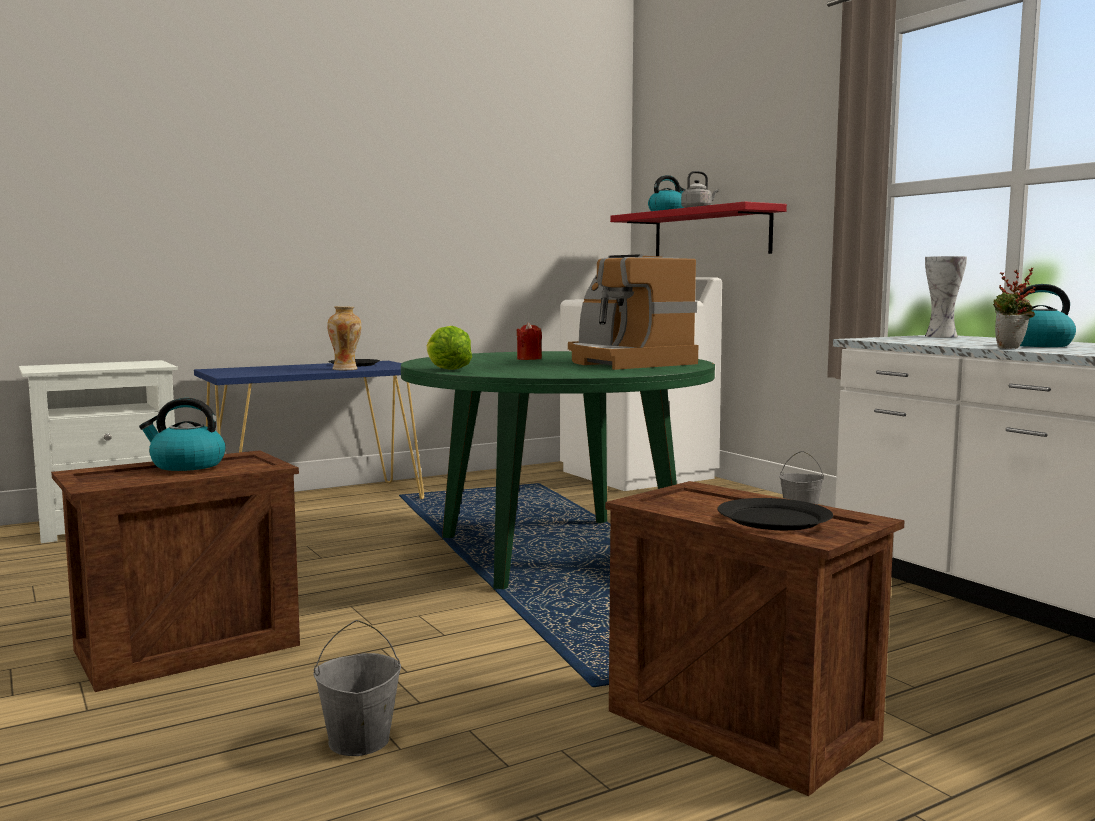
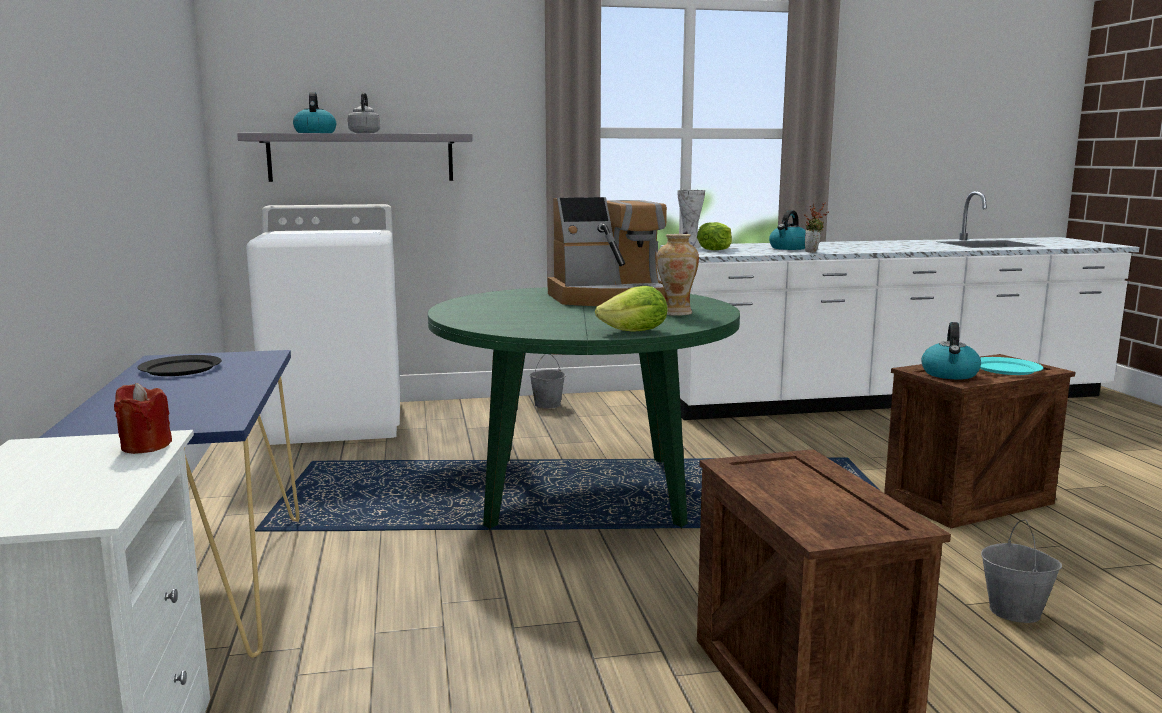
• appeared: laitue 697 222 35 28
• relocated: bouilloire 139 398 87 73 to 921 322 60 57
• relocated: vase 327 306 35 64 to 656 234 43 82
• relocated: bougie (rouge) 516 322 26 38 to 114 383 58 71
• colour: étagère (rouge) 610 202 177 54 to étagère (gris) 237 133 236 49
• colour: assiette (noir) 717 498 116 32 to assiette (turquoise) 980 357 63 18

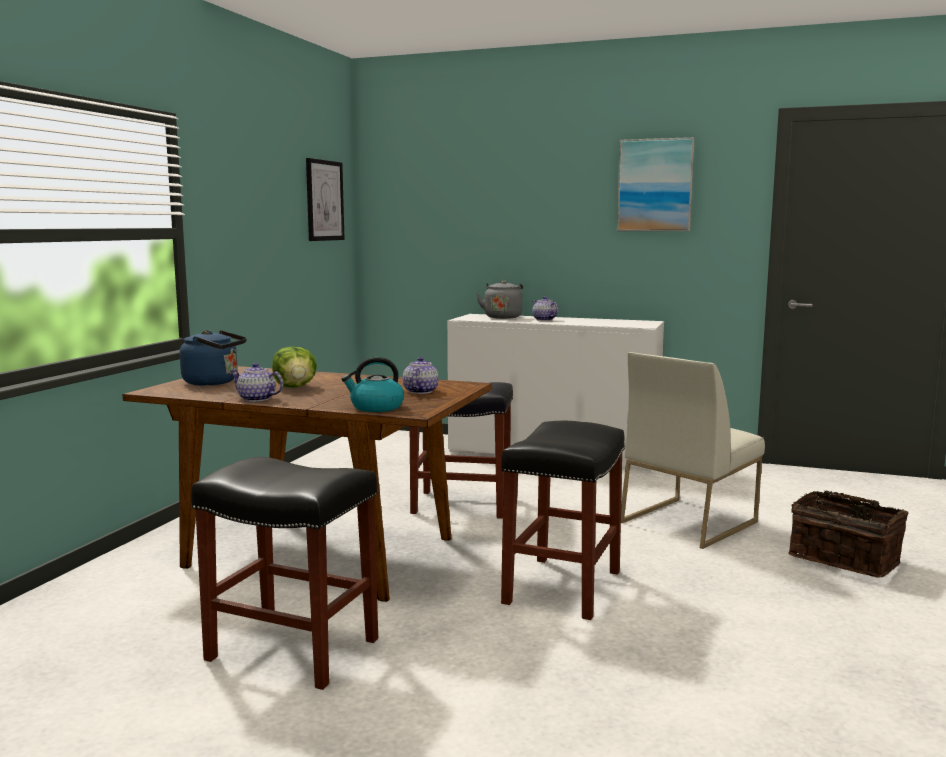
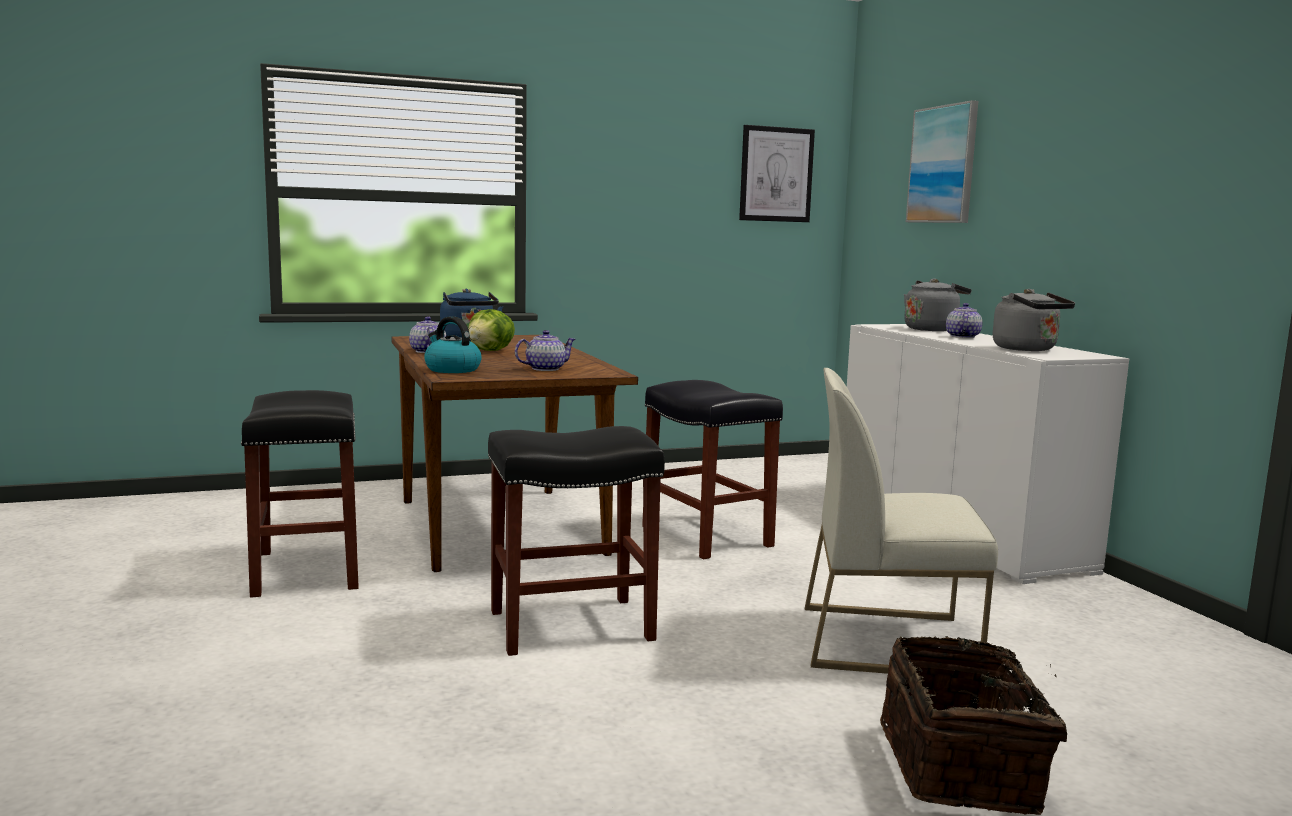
• appeared: bouilloire (gris) 993 289 82 62
• relocated: tableau 617 137 78 94 to 906 100 72 123

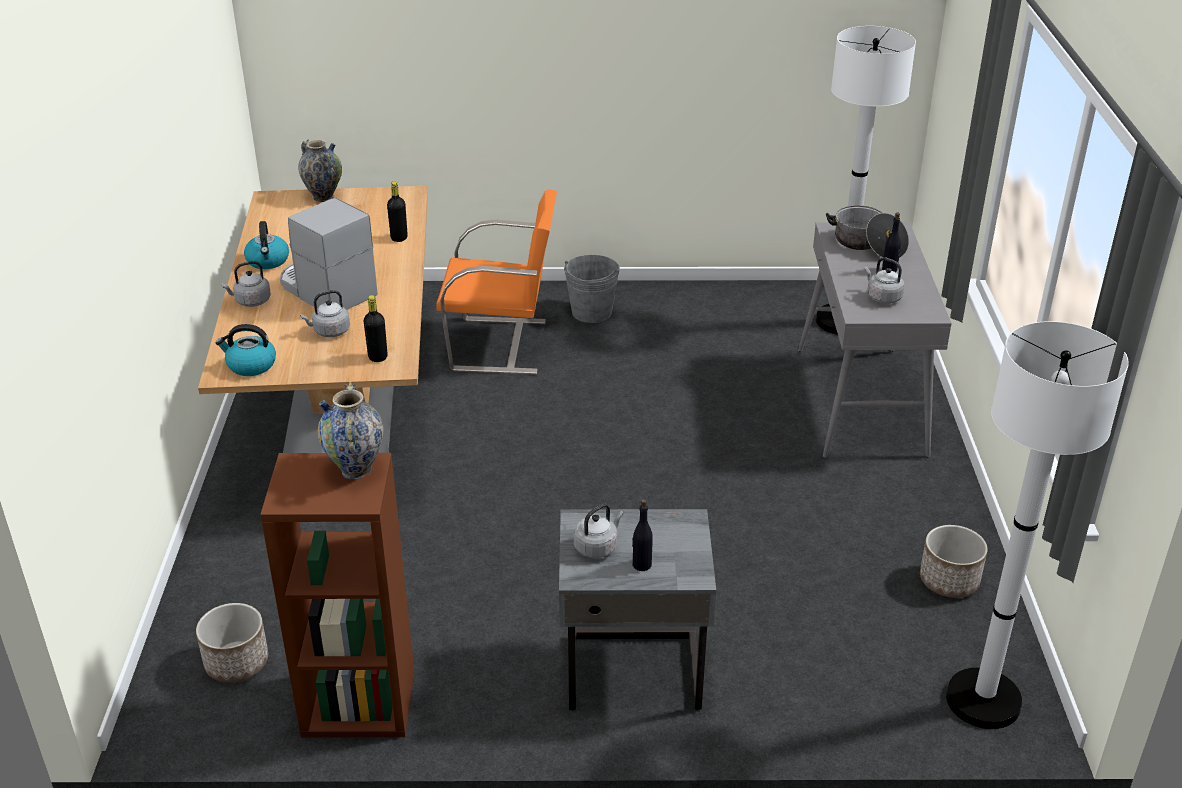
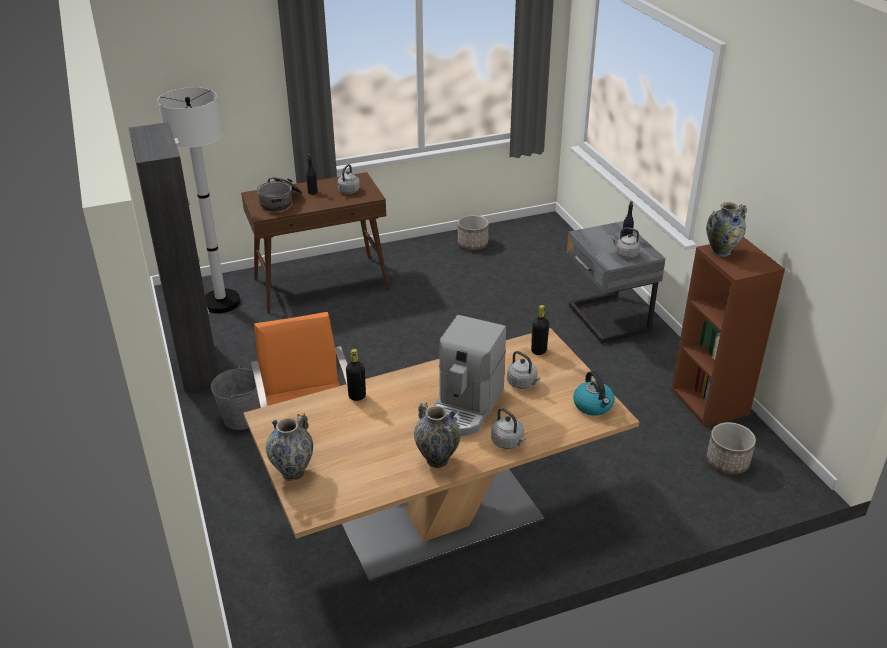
• missing: lampadaire (blanc) 946 321 183 408
• appeared: meuble de rangement (noir) 129 122 90 270
• exchanged: bouilloire 244 221 45 48 to vase 414 403 47 65
• colour: table console (gris) 798 222 154 236 to table console (marron) 241 172 148 142

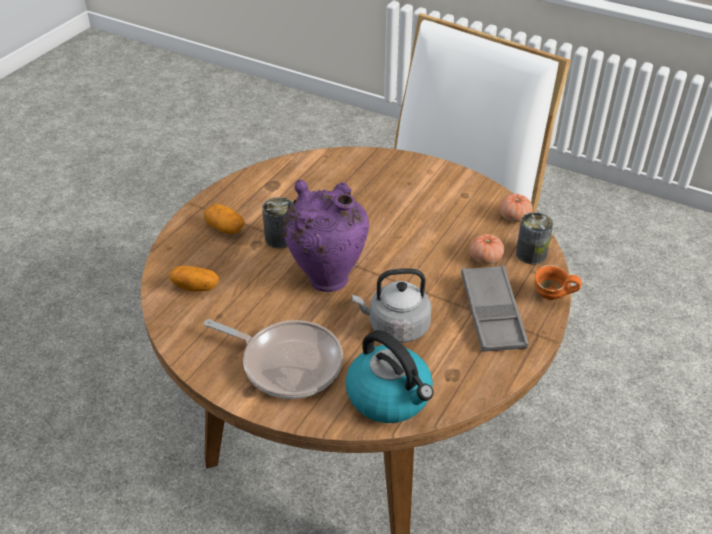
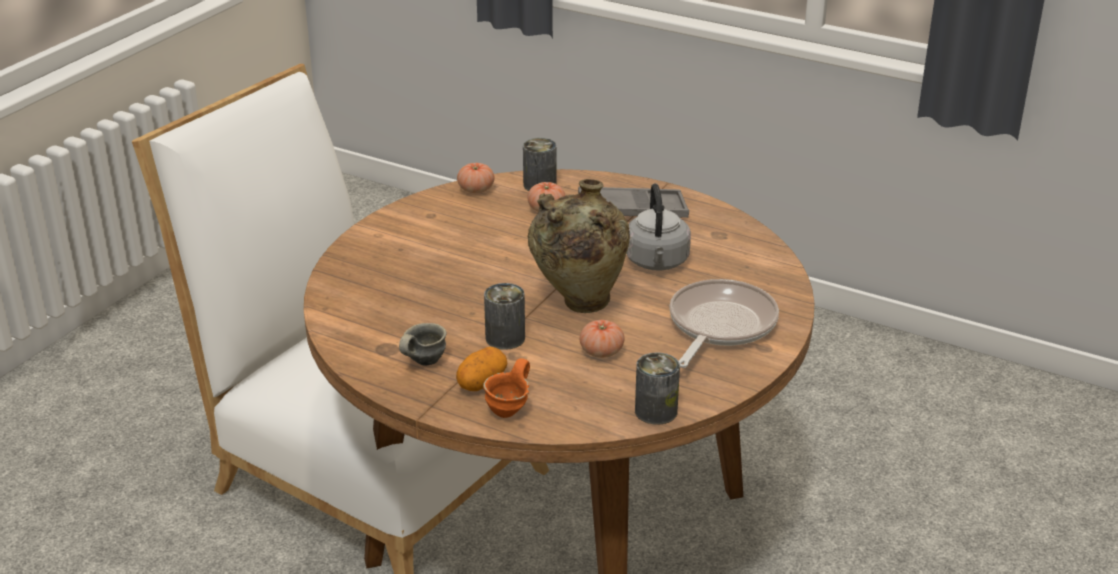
• missing: pomme de terre 169 266 50 26
• missing: bouilloire 346 330 88 93
• appeared: mug (gris) 399 323 48 43
• appeared: tomate 579 320 45 38
• appeared: boîte métallique 635 352 45 73
• relocated: mug (orange) 535 265 47 35 to 483 358 47 60
• colour: vase (violet) 283 180 86 112 to vase (beige) 528 179 102 134

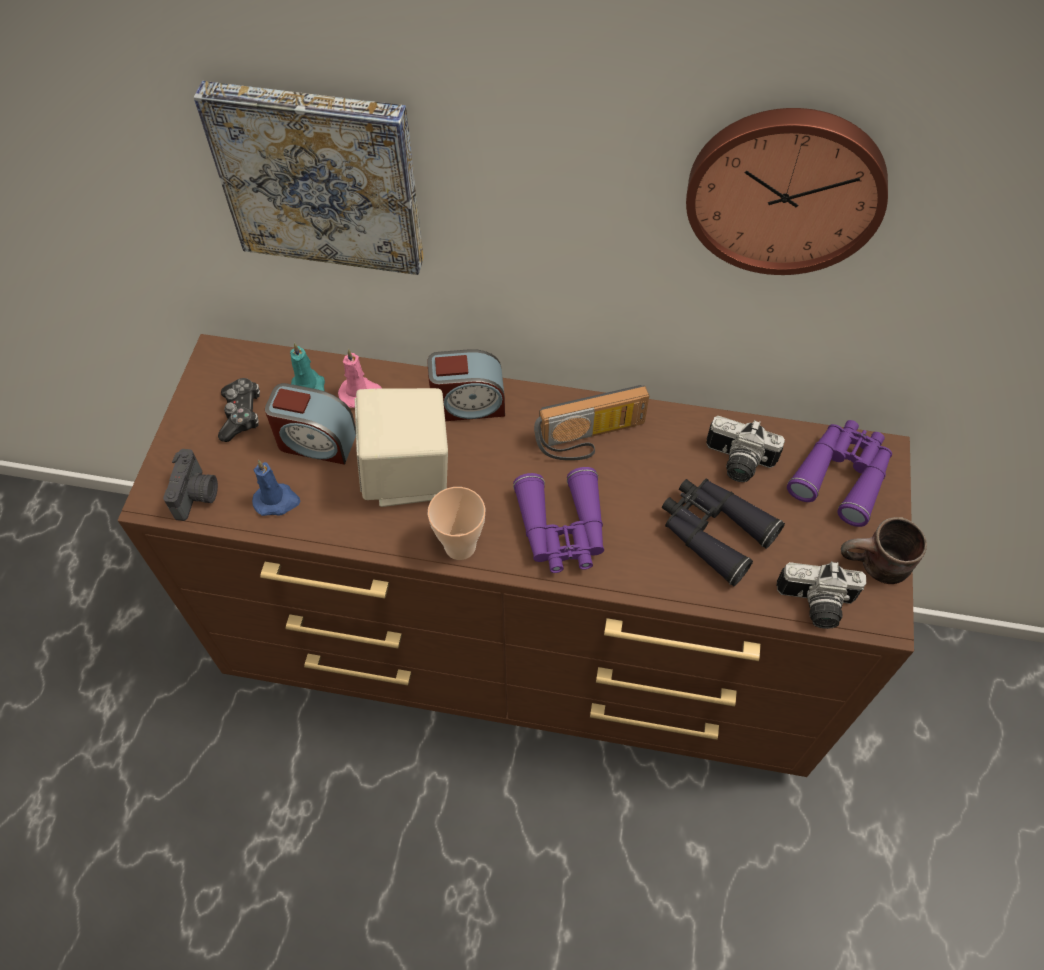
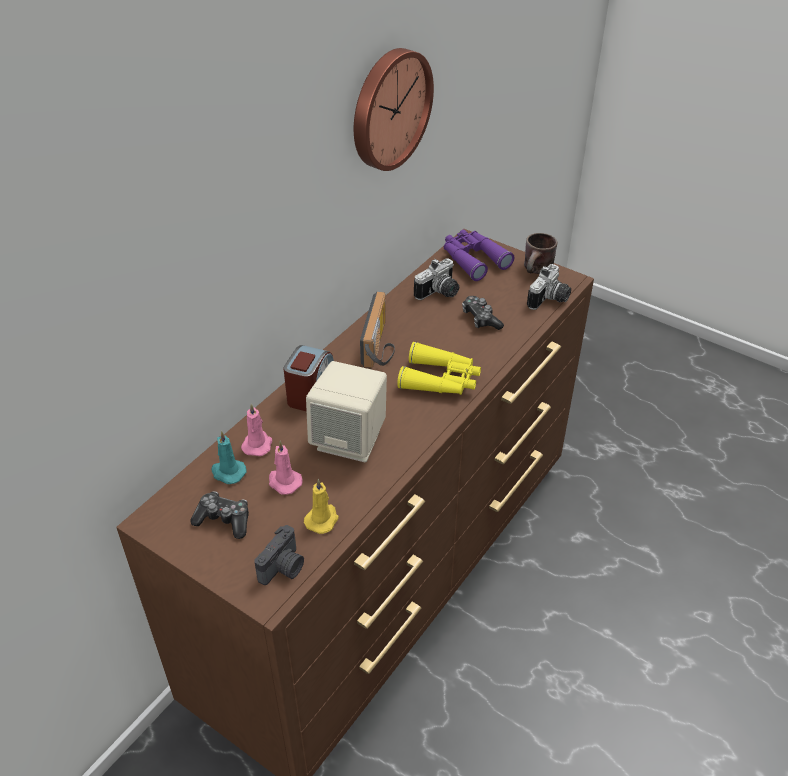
• missing: tableau 193 81 231 194
• missing: tasse 428 487 57 73
• exchanged: réveil 265 383 91 82 to bougie (rose) 269 441 34 54
• exchanged: jumelles (noir) 662 478 123 108 to manette 462 296 42 34
• colour: bougie (bleu) 252 460 48 56 to bougie (jaune) 304 479 35 55
• colour: jumelles (violet) 513 467 91 106 to jumelles (jaune) 397 342 84 53
• spun: appareil photo 163 449 55 72 = 254 525 50 60 90 degrees clockwise

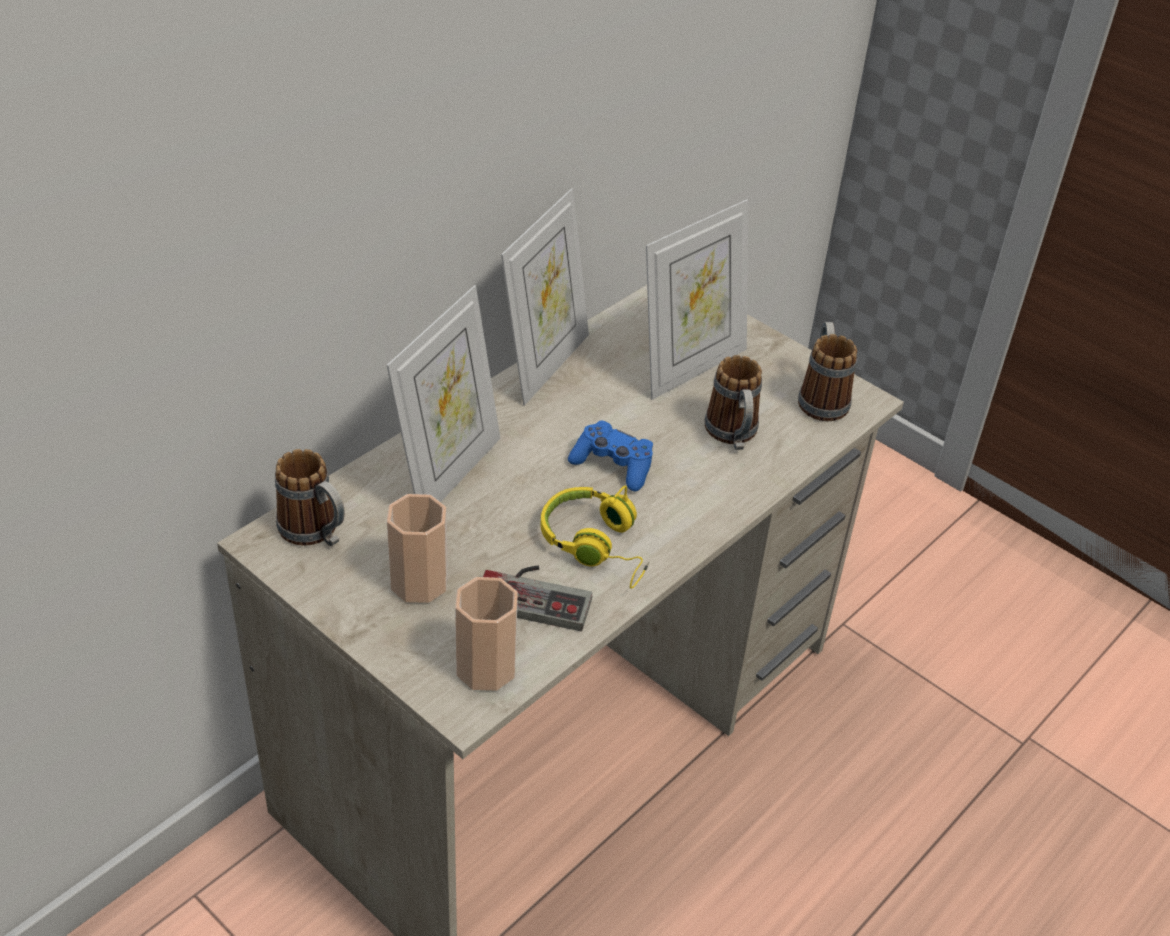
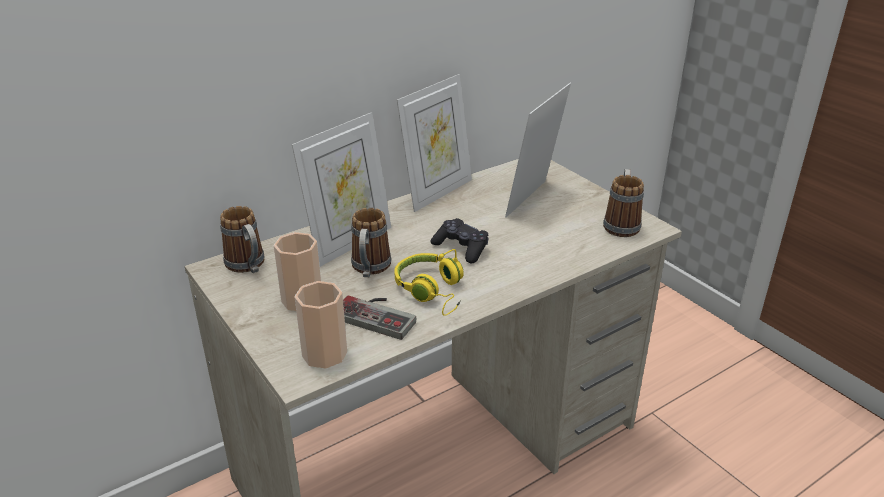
• relocated: mug 705 355 57 95 to 351 208 40 69
• colour: manette (bleu) 568 421 85 71 to manette (noir) 431 218 57 45
• spun: cadre photo 646 199 102 201 = 505 83 66 135 150 degrees clockwise

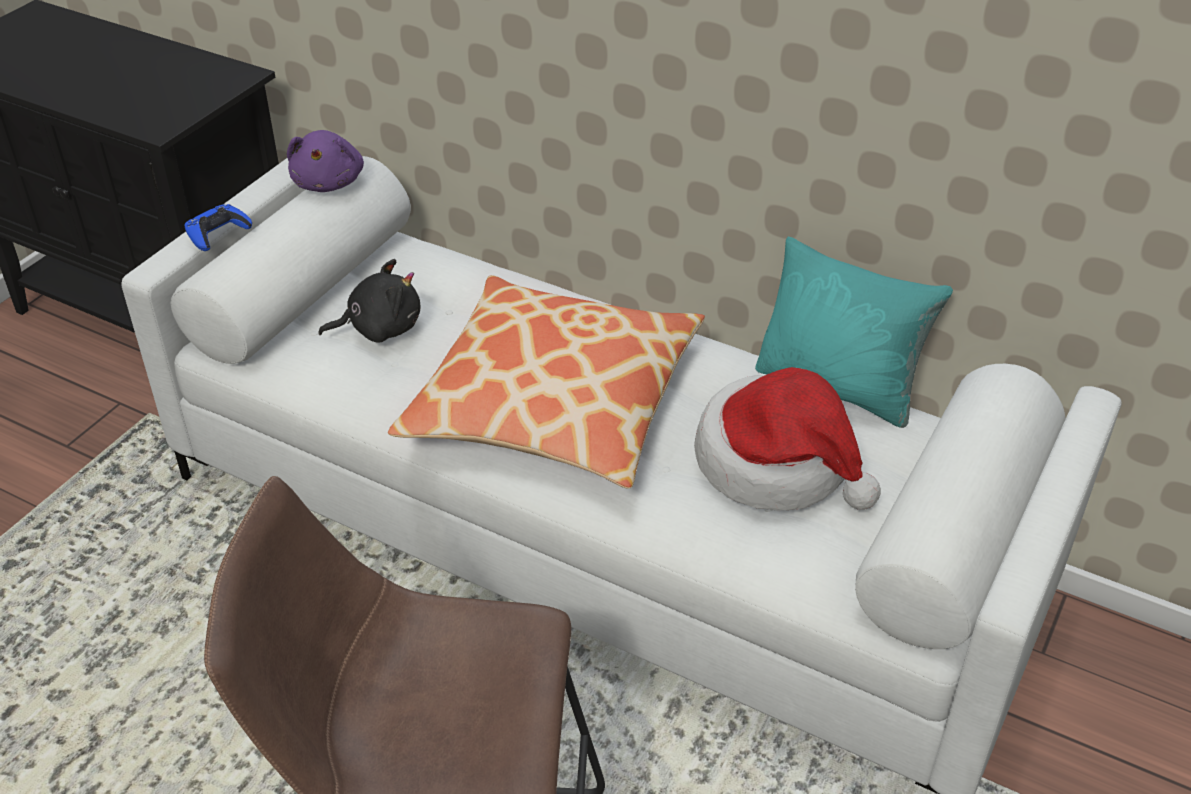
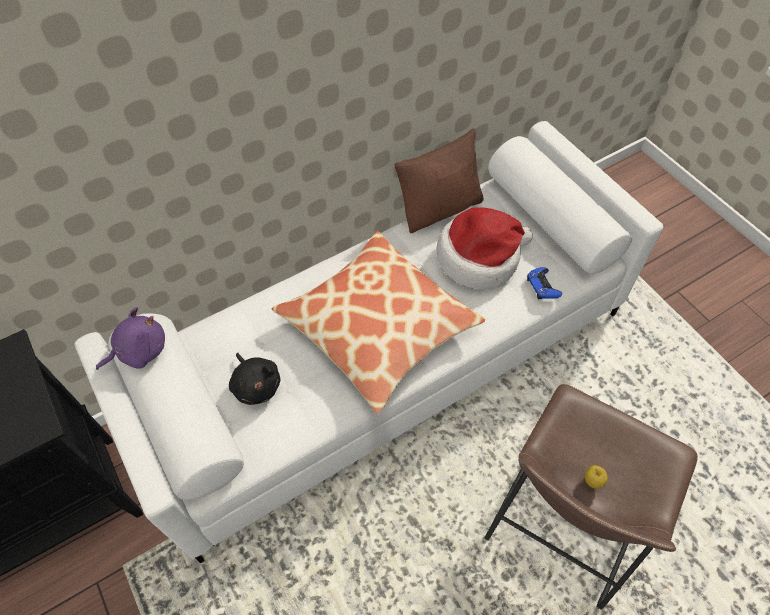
• appeared: pomme 584 465 24 24
• relocated: manette (bleu) 184 204 68 47 to 527 267 35 33
• colour: coussin (turquoise) 755 237 198 191 to coussin (marron) 395 128 89 105
• spun: peluche (violet) 287 130 77 62 = 96 307 69 63 60 degrees counterclockwise
• spun: peluche (noir) 318 259 102 84 = 229 352 51 53 135 degrees clockwise

